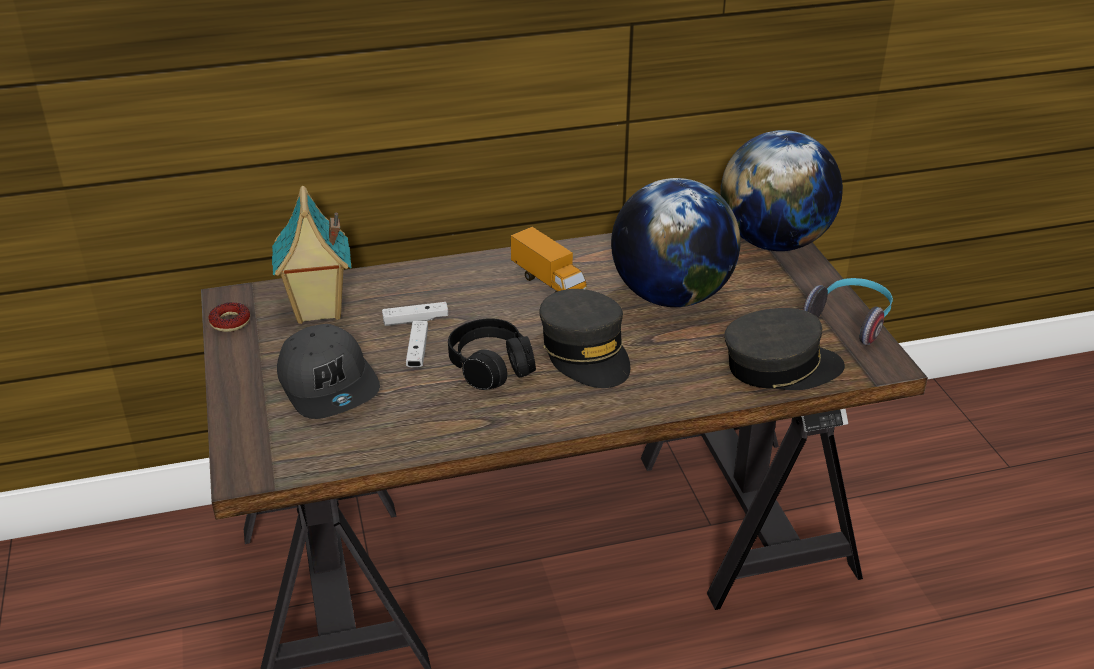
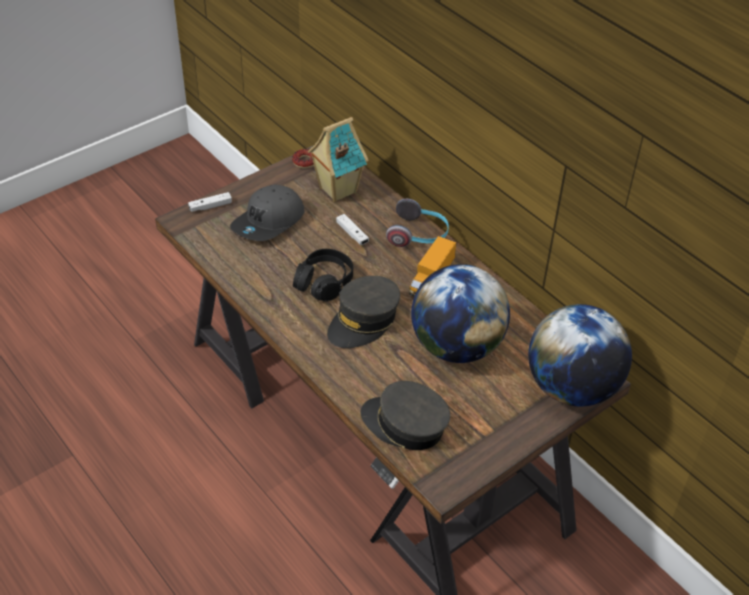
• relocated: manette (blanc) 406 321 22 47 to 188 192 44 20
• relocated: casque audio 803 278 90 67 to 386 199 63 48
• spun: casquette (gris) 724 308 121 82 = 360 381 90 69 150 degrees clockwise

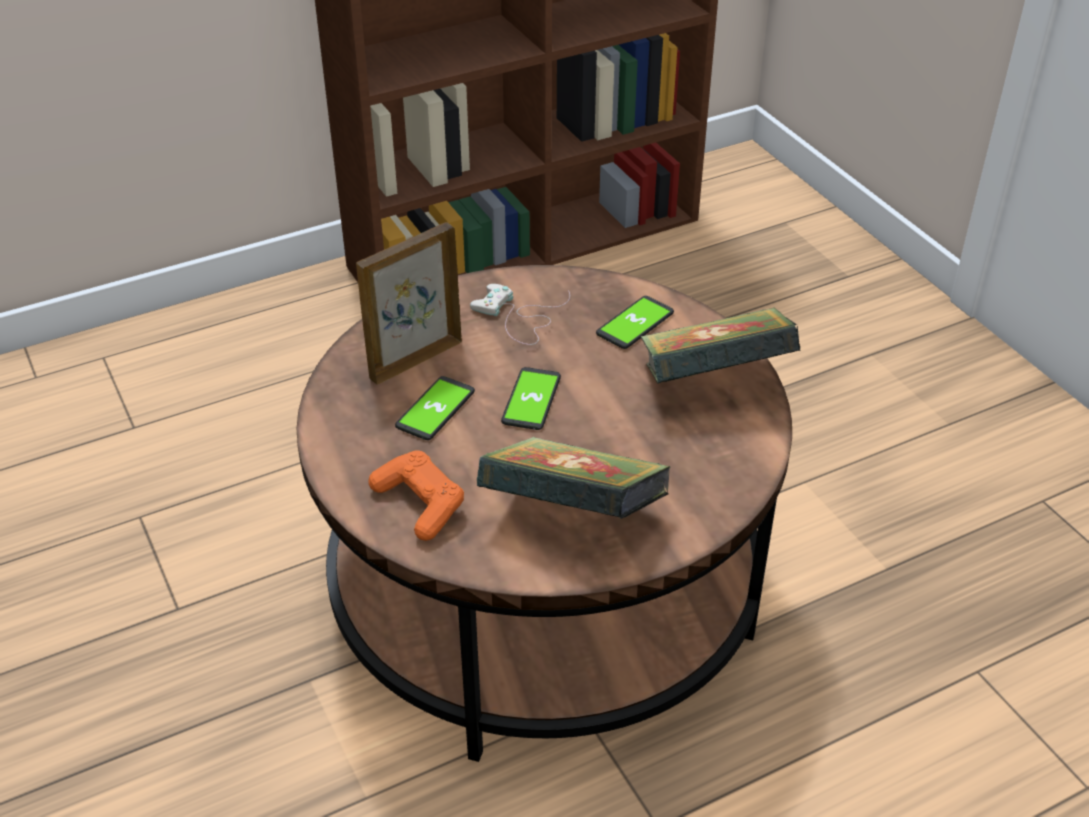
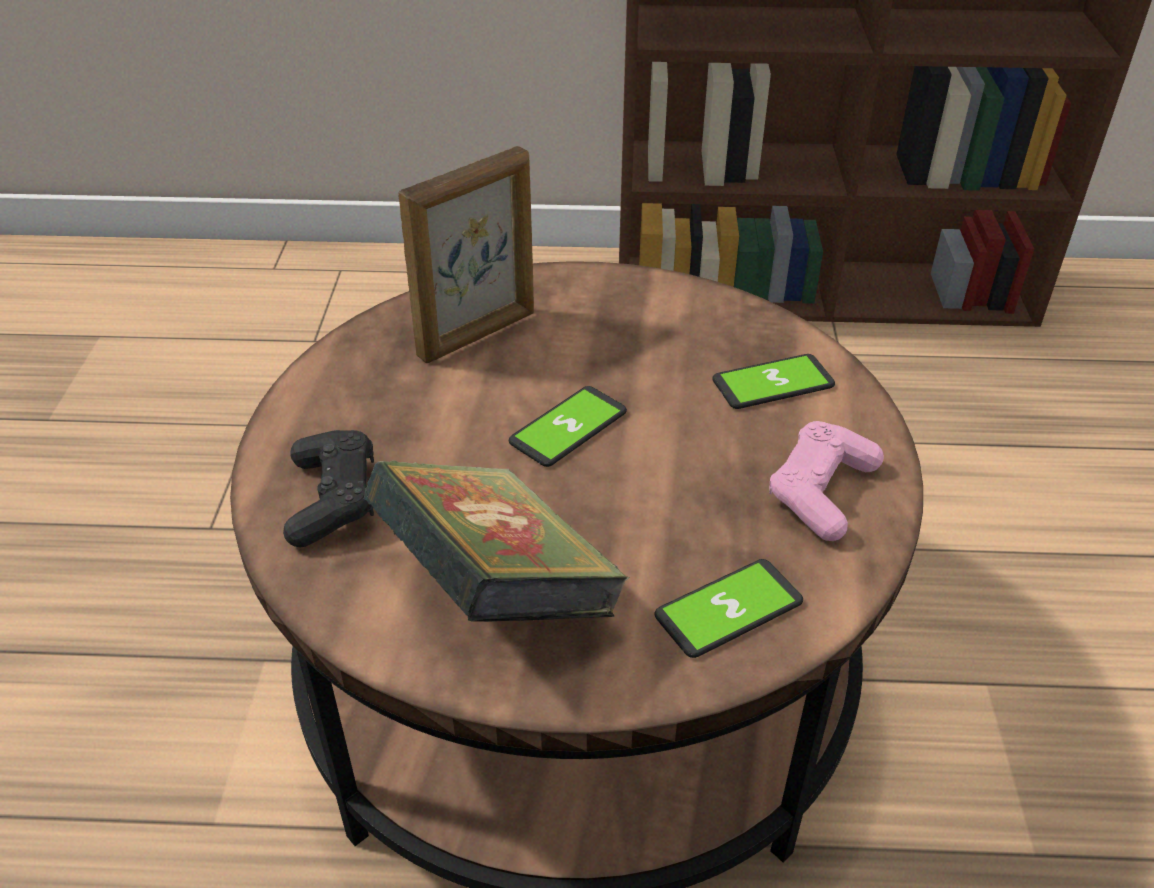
• missing: manette (blanc) 470 284 100 61
• relocated: téléphone 395 376 80 64 to 655 559 148 99
• exchanged: livre 640 308 160 75 to manette (rose) 769 421 115 120
• colour: manette (orange) 368 450 96 91 to manette (noir) 283 430 91 117
• spun: cadre photo 356 222 106 163 = 399 146 135 217 150 degrees clockwise

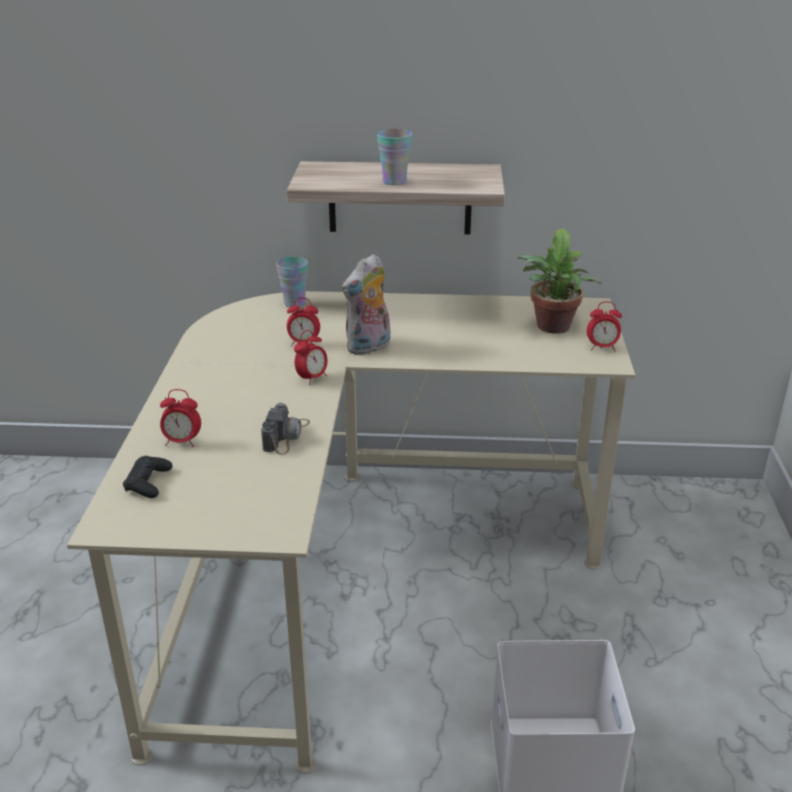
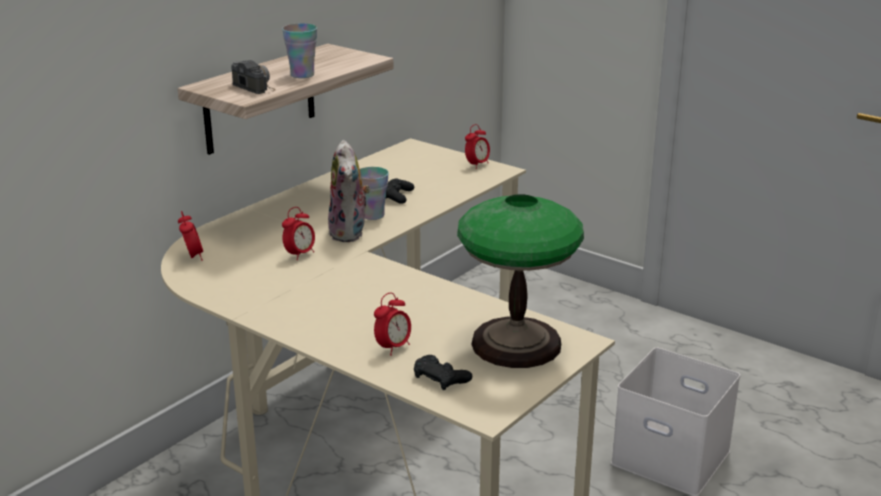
• missing: plante en pot 517 228 84 106
• appeared: manette (noir) 386 179 28 25
• appeared: lampe de table 457 194 127 174
• relocated: appareil photo 261 403 49 52 to 231 60 45 34
• relocated: tasse 276 257 32 50 to 360 167 29 53
• relocated: réveil 294 330 33 55 to 178 211 25 50

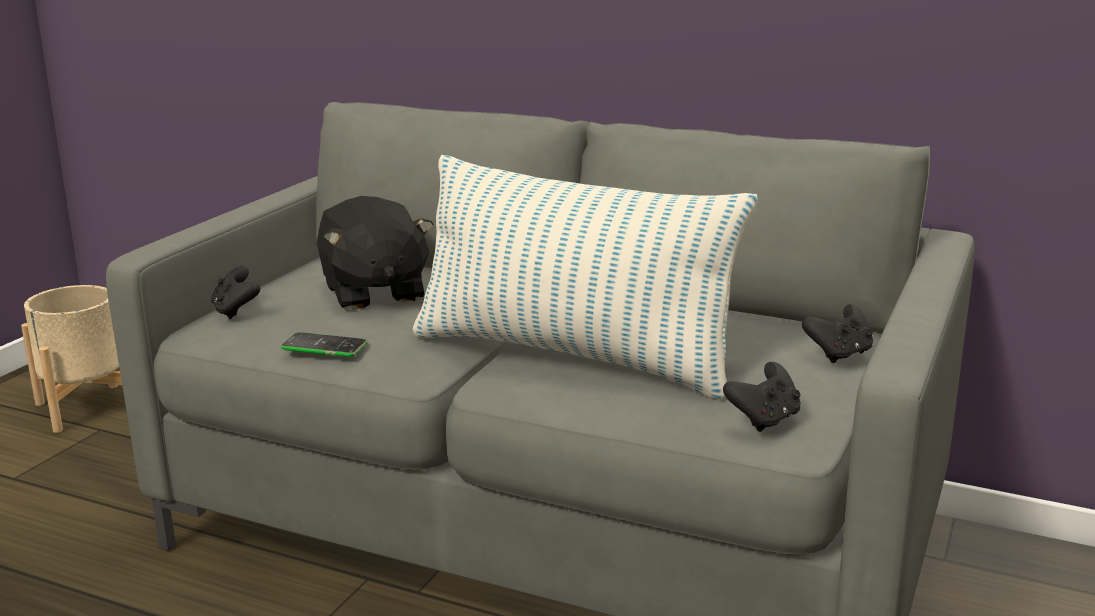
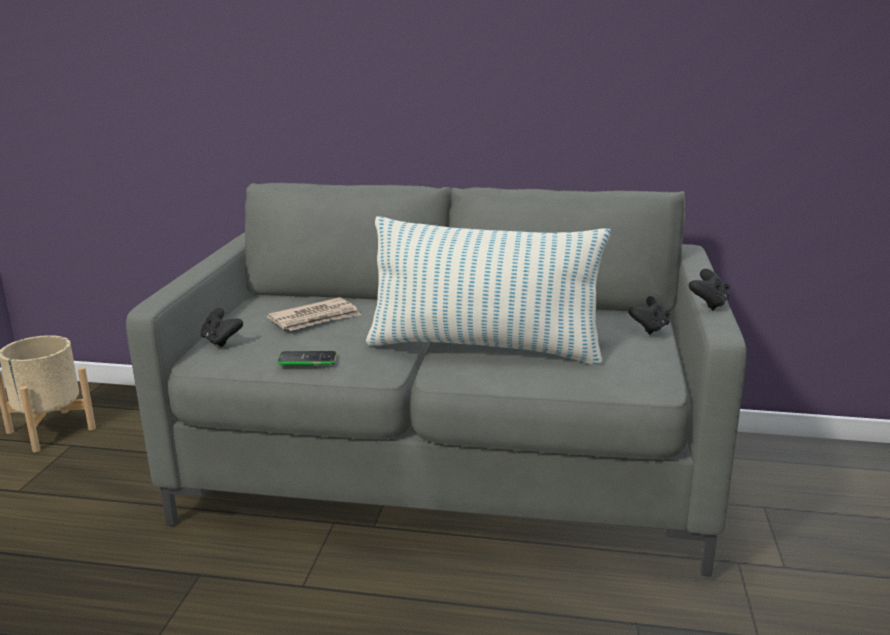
• relocated: manette (noir) 723 362 78 70 to 689 269 41 42
• exchanged: peluche (noir) 317 196 117 114 to journal 266 297 95 34

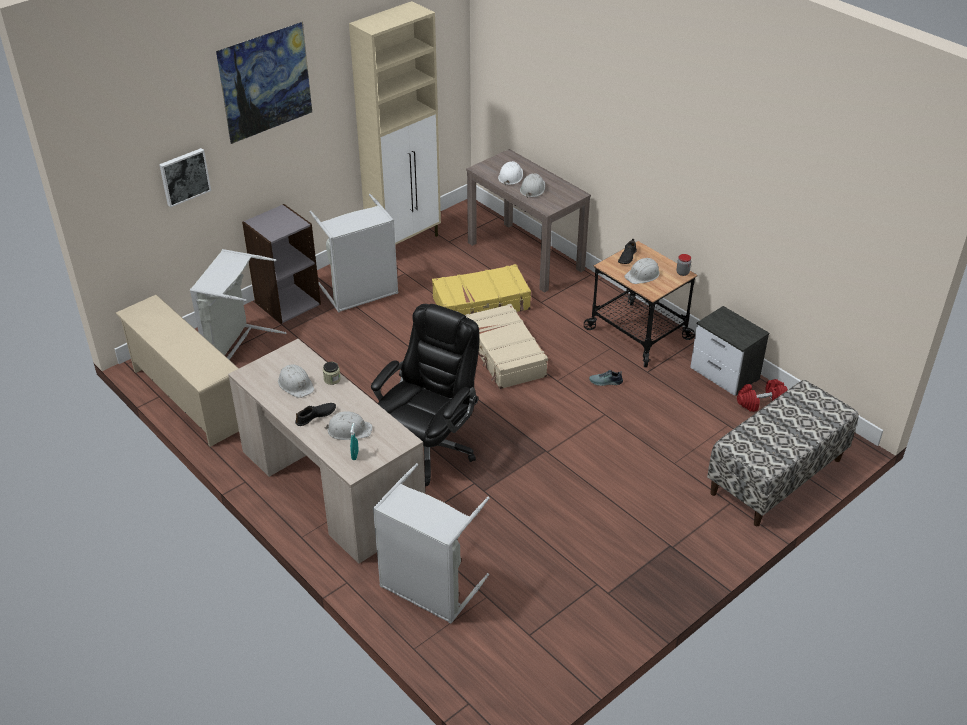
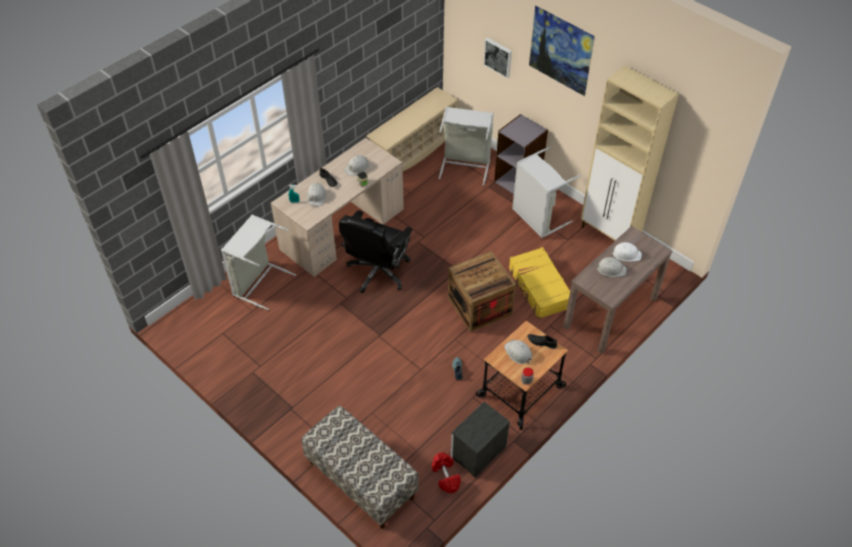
• exchanged: valise (beige) 465 304 83 85 to caisse 448 251 68 81
• spun: chaise de bureau (noir) 371 304 108 182 = 339 210 73 83 90 degrees clockwise

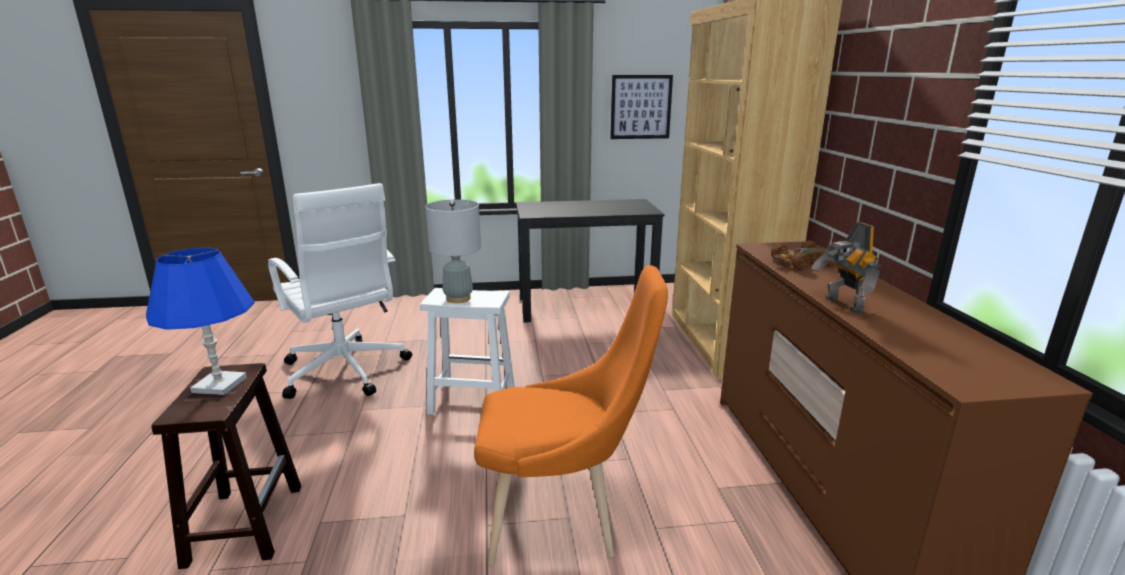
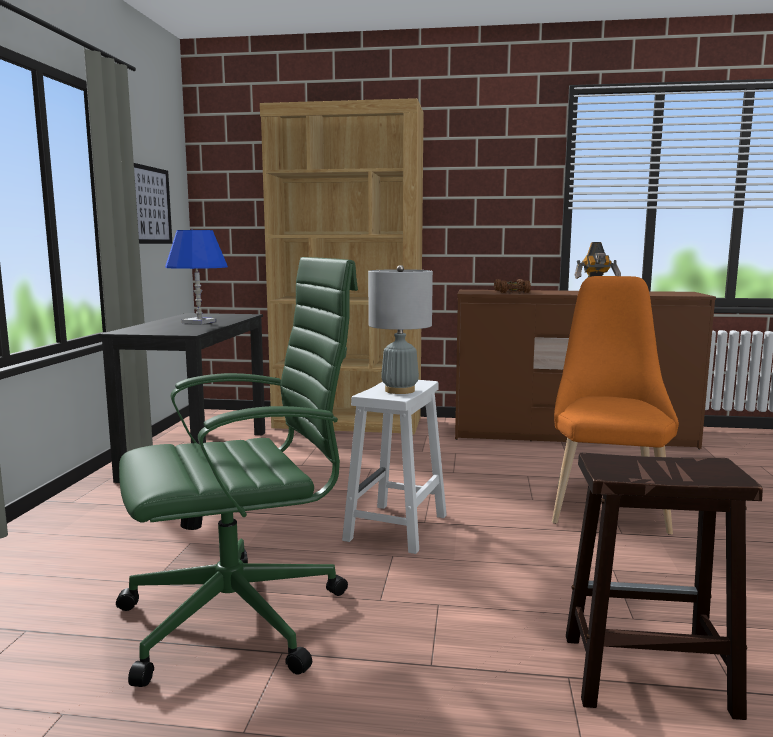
• relocated: lampe de table (bleu) 146 248 109 147 to 165 230 63 94
• colour: chaise de bureau (blanc) 268 183 144 216 to chaise de bureau (vert) 116 257 242 430

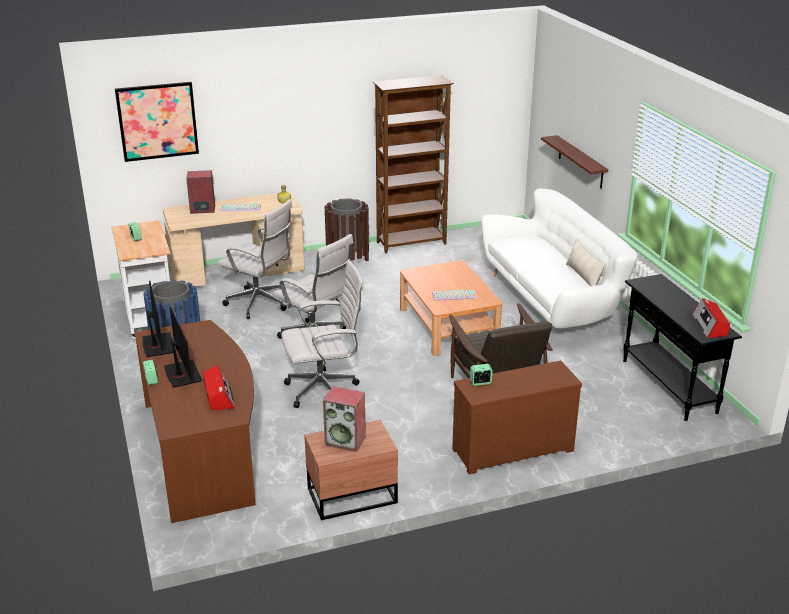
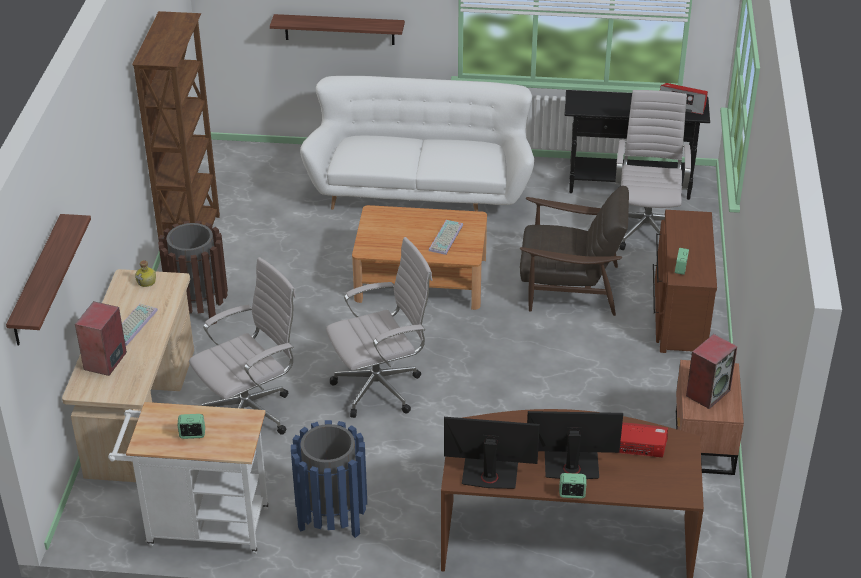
• missing: coussin (beige) 566 239 40 47
• relocated: chaise de bureau (blanc) 281 260 83 148 to 615 90 76 160
• exchanged: tableau 115 82 84 80 to étagère 6 214 85 132

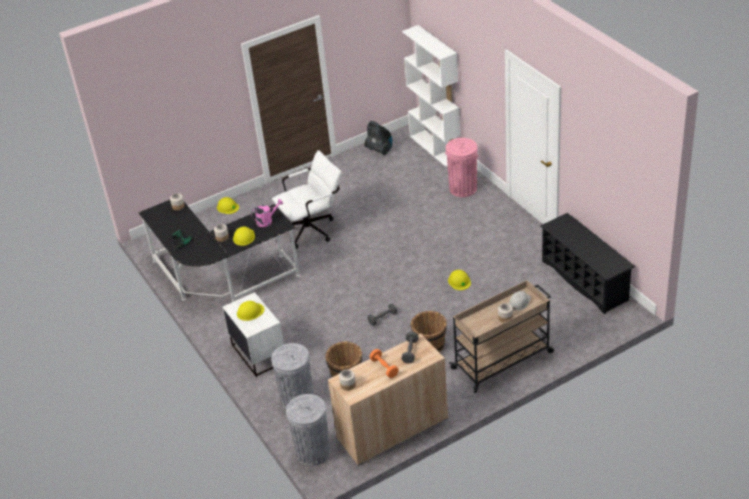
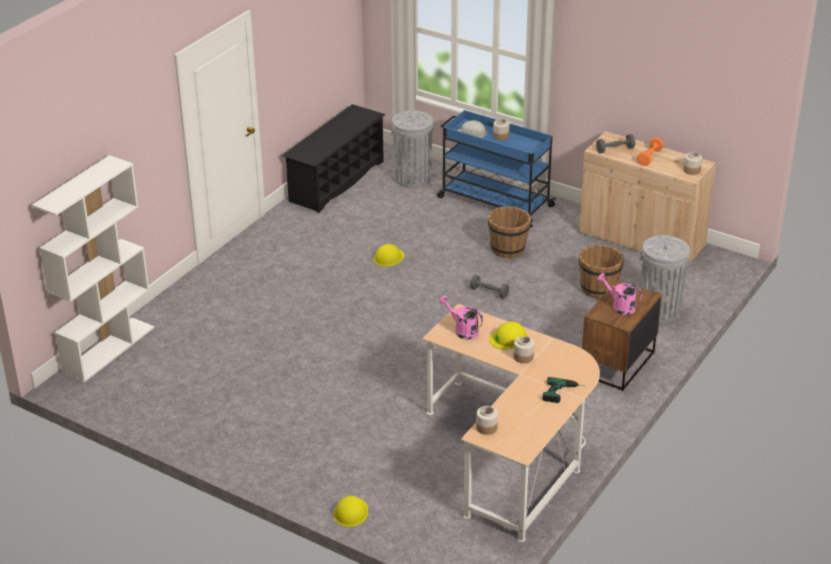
• missing: chaise de bureau (blanc) 272 150 69 99
• missing: aspirateur 364 121 28 35
• missing: poubelle (rose) 445 138 33 59
• relocated: poubelle (gris) 286 394 45 72 to 391 111 43 77
• exchanged: casque de chantier (jaune) 237 301 27 20 to arrosoir (rose) 597 273 45 42
• colour: bureau (noir) 138 200 163 102 to bureau (beige) 422 304 178 238
• colour: table de chevet (blanc) 223 292 61 85 to table de chevet (marron) 582 280 80 111
• colour: chariot (beige) 449 280 105 113 to chariot (bleu) 437 110 119 117

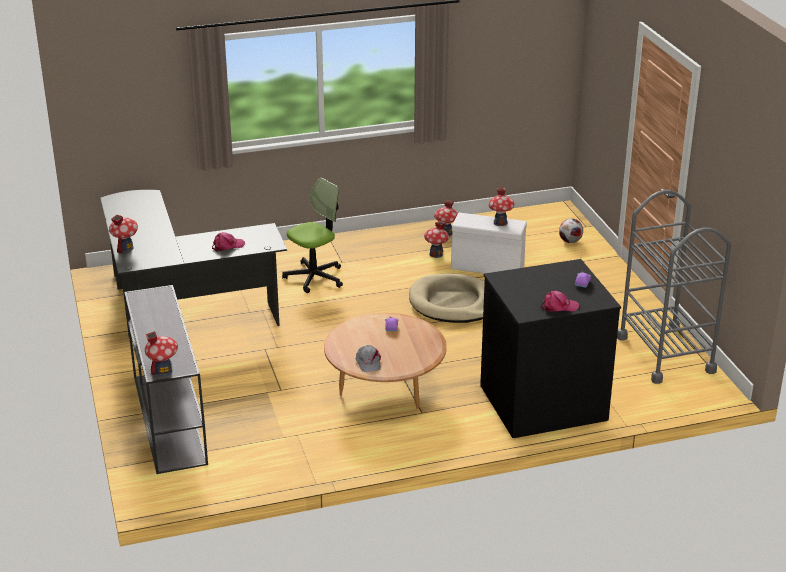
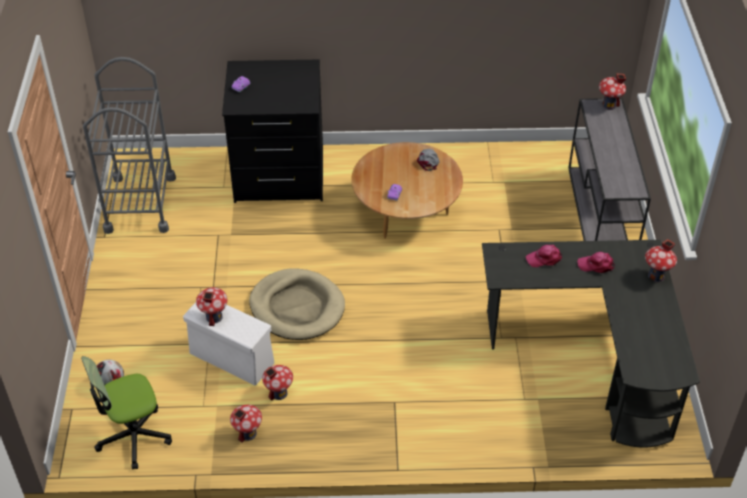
• relocated: chaise de bureau 282 178 61 115 to 81 356 91 114
• relocated: casquette (rose) 541 291 38 21 to 577 252 38 21

